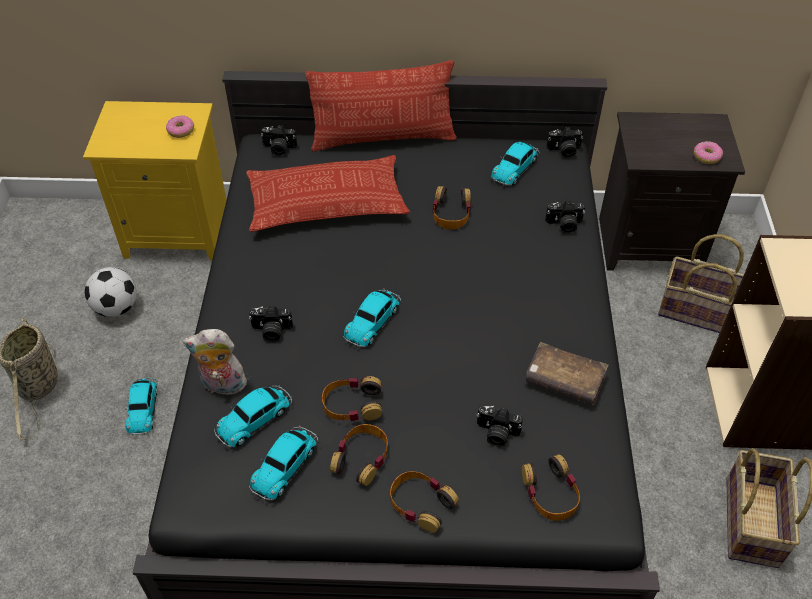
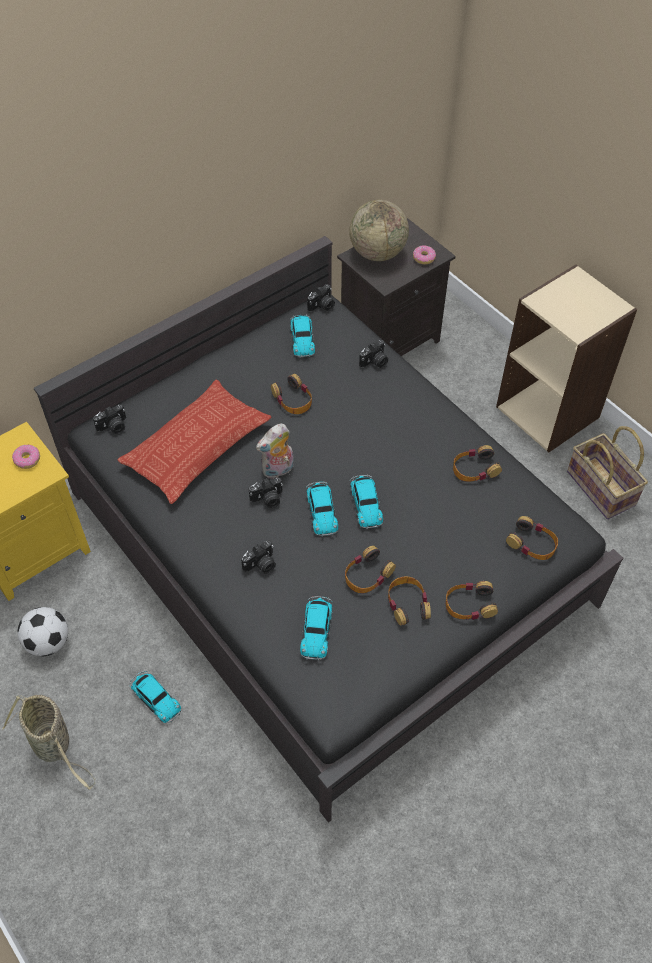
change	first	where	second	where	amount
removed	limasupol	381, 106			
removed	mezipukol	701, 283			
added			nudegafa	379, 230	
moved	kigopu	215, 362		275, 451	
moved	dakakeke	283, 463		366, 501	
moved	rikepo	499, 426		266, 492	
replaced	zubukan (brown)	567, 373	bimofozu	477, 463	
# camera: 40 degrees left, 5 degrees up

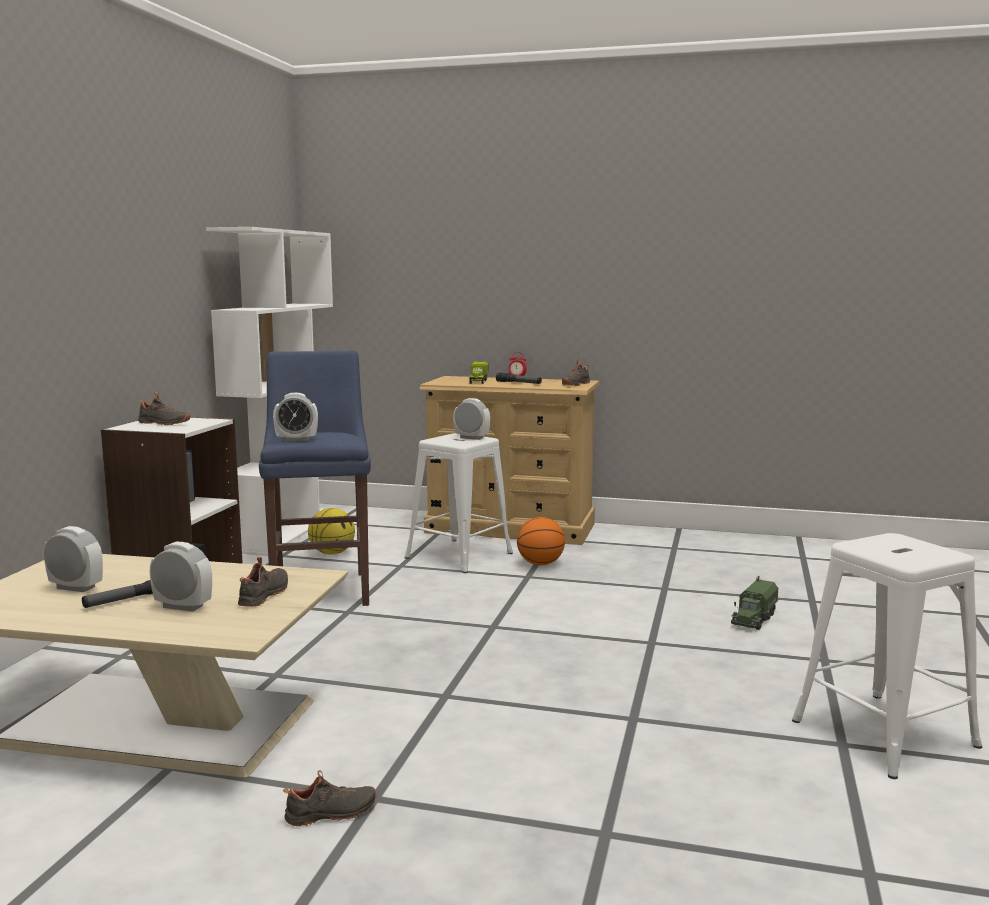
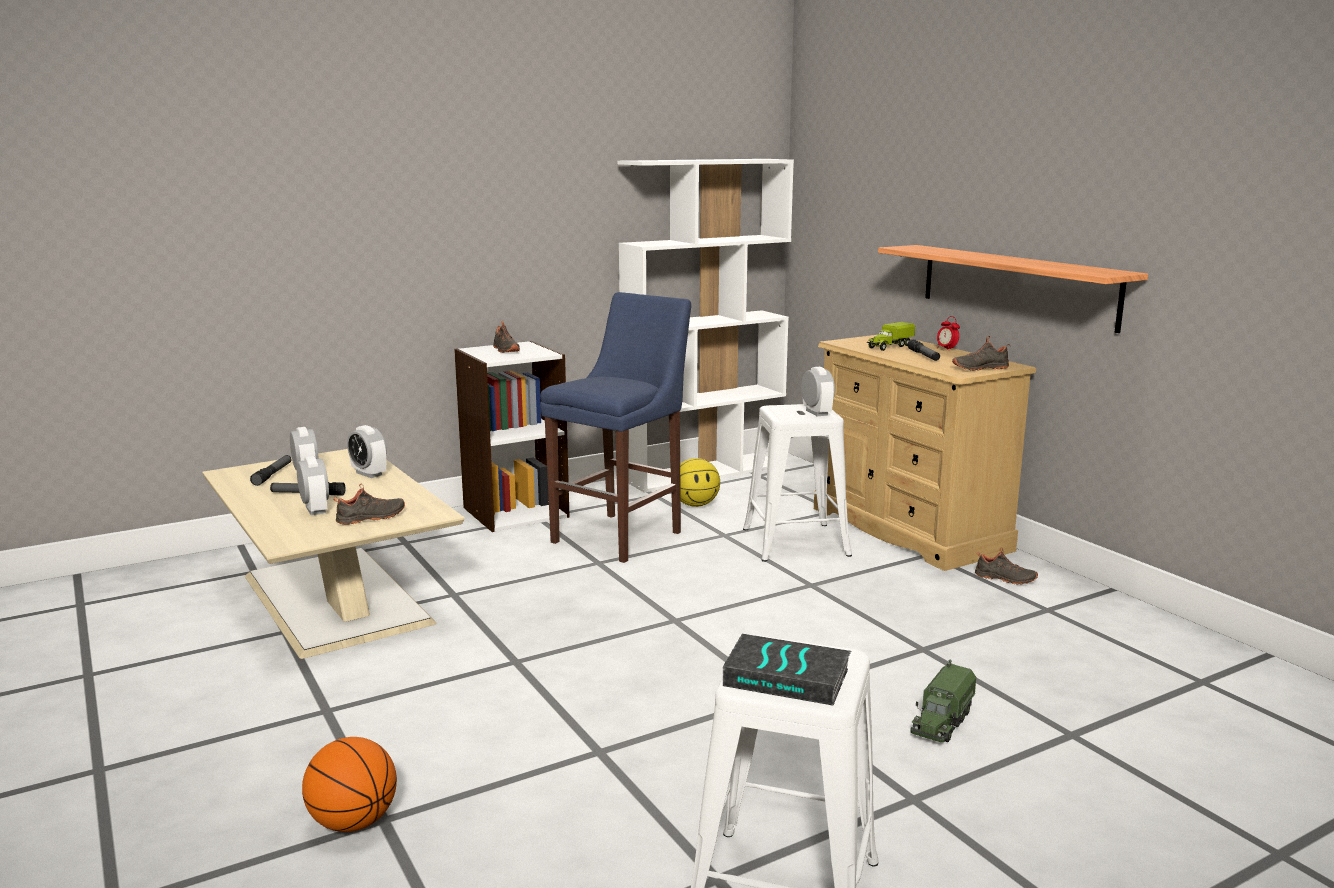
change	first	where	second	where	amount
added			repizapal	271, 470	
added			zubukan	787, 670	
added			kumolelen	1013, 289	
moved	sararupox	295, 417		367, 451	
moved	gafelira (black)	329, 798		1006, 566	
moved	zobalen	541, 541		349, 784	
turned	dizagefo	754, 603		943, 701	45 degrees counterclockwise
# camera: 45 degrees right, 5 degrees up

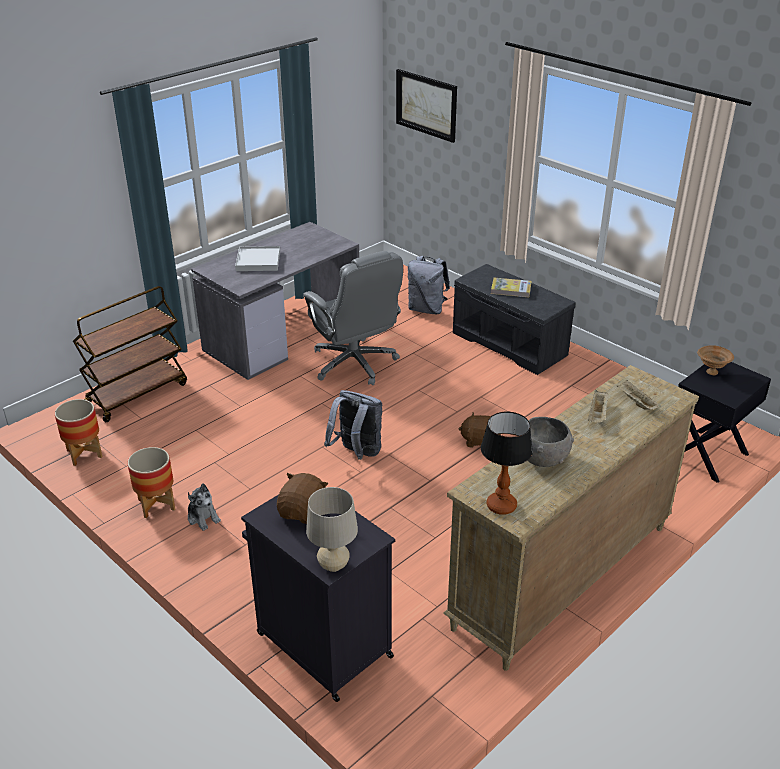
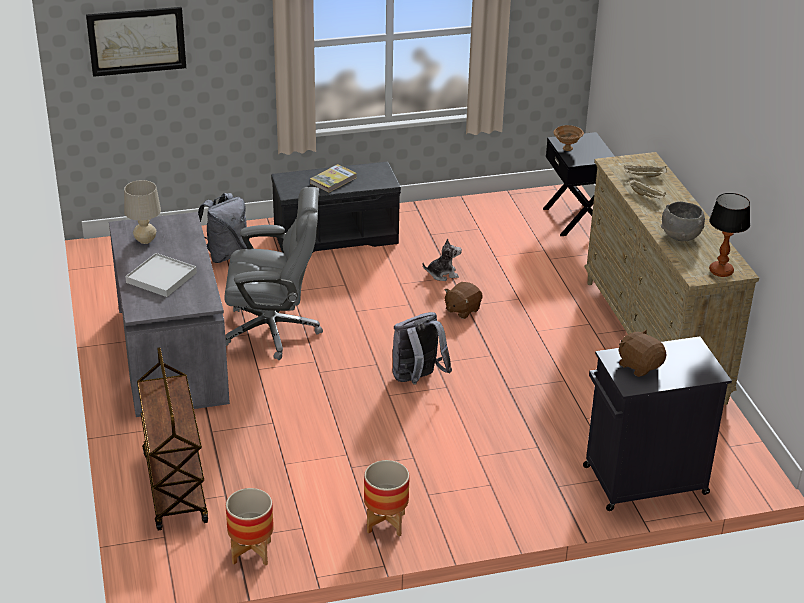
change	first	where	second	where	amount
moved	kigopu	204, 507		442, 259	
moved	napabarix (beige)	332, 529		142, 212	
# camera: 60 degrees left, 0 degrees up

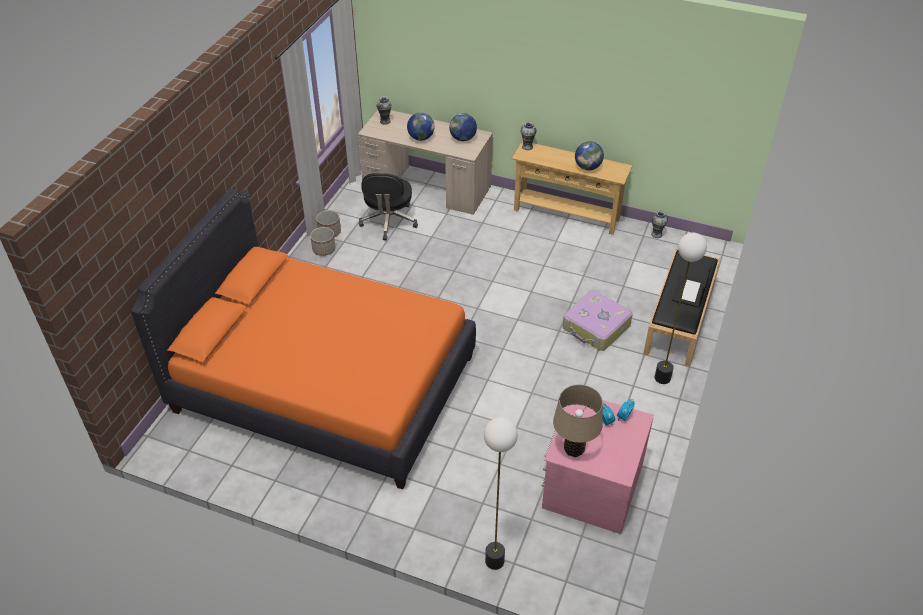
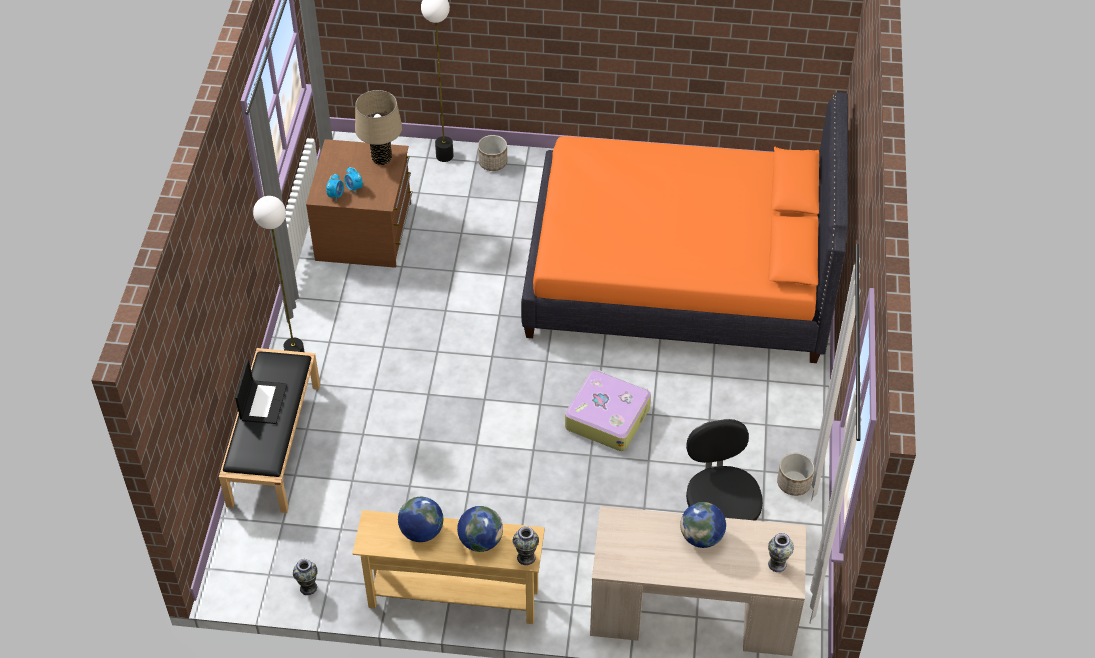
change	first	where	second	where	amount
moved	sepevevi	322, 241		492, 153	
moved	nudegafa	463, 127		480, 529	
moved	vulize	597, 321		608, 410	
recoloured	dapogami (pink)	598, 467	dapogami (brown)	359, 203	
# camera: 165 degrees right, 5 degrees up

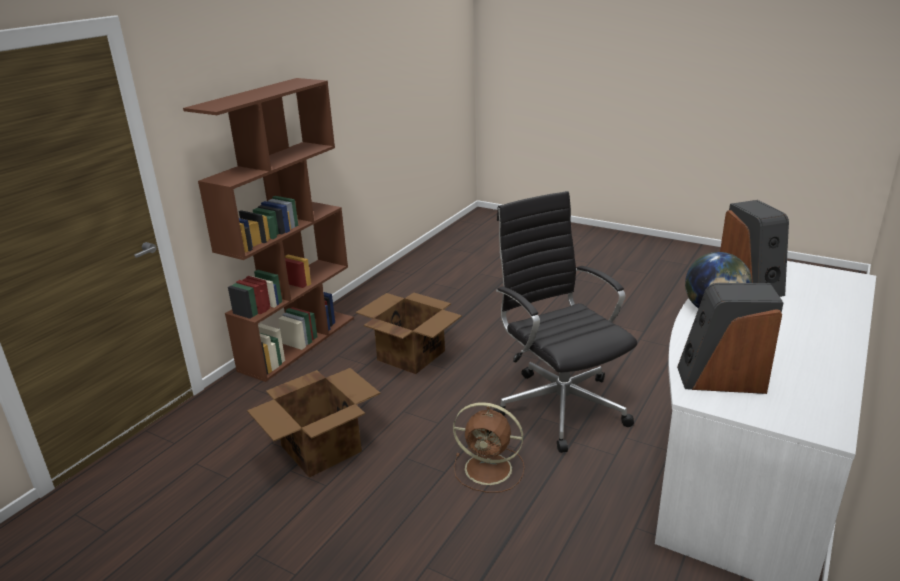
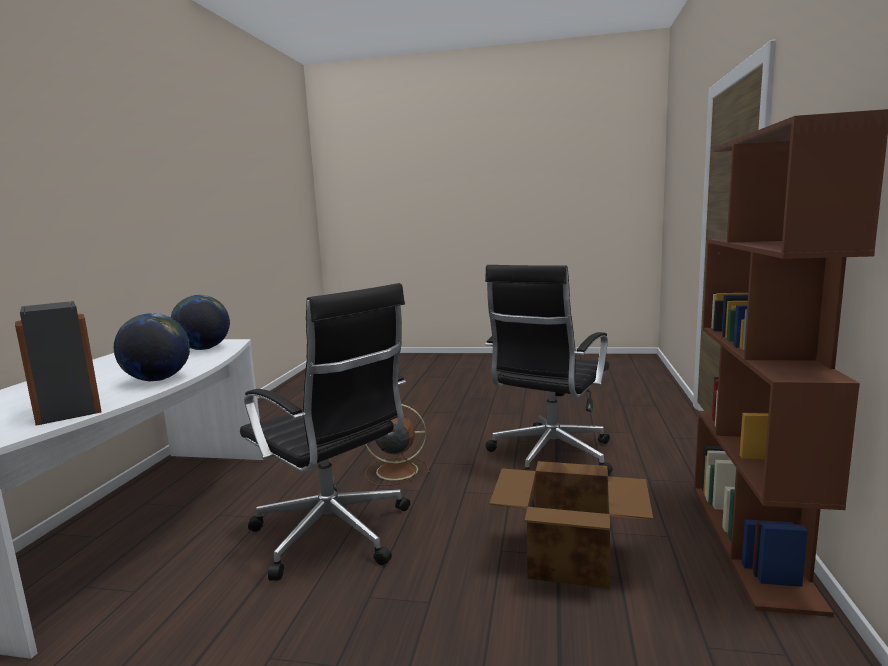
change	first	where	second	where	amount
replaced	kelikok	313, 422	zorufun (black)	549, 370	
replaced	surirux	730, 338	nudegafa	200, 322	
# camera: 160 degrees right, 15 degrees down

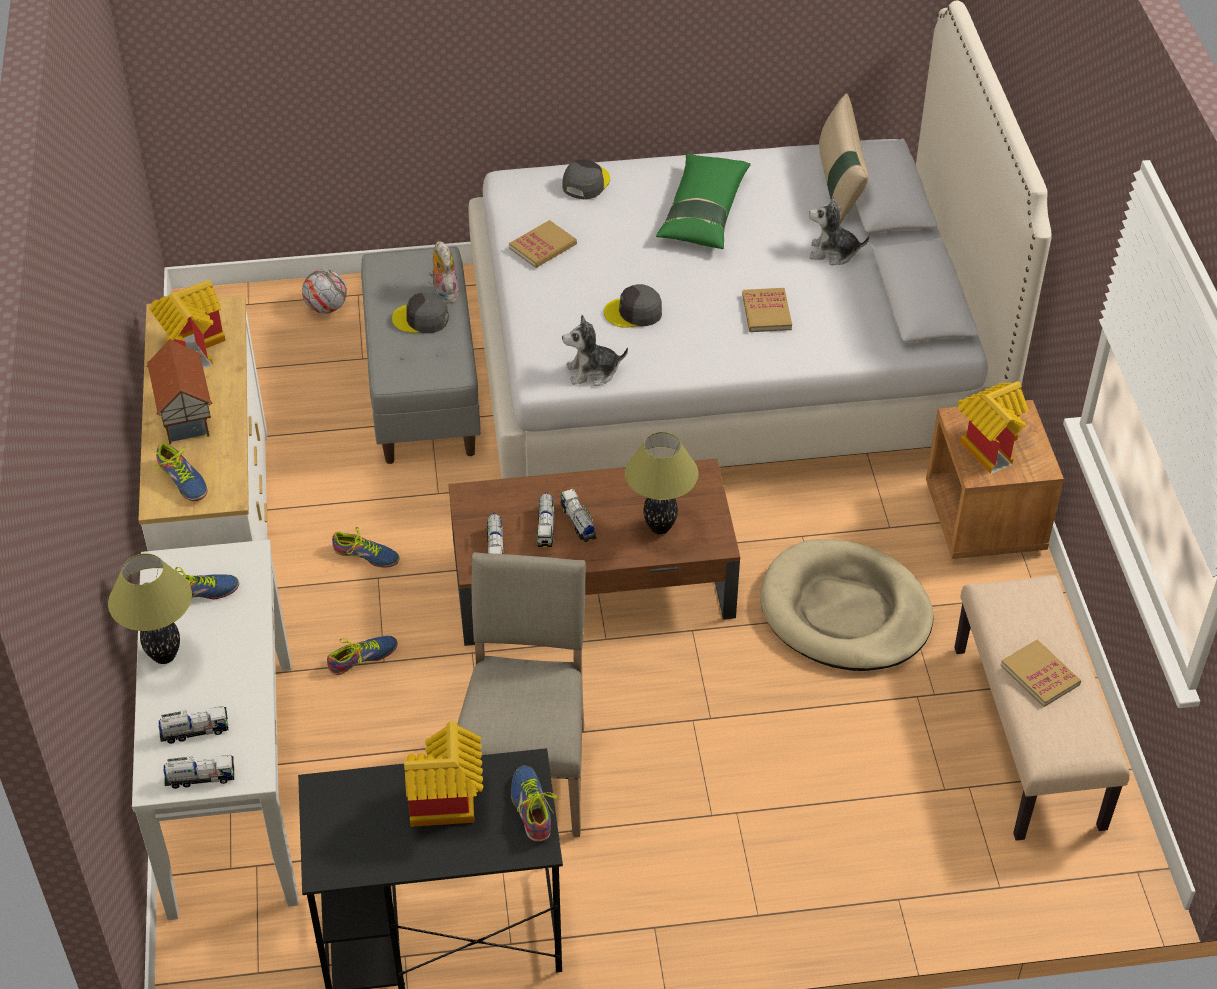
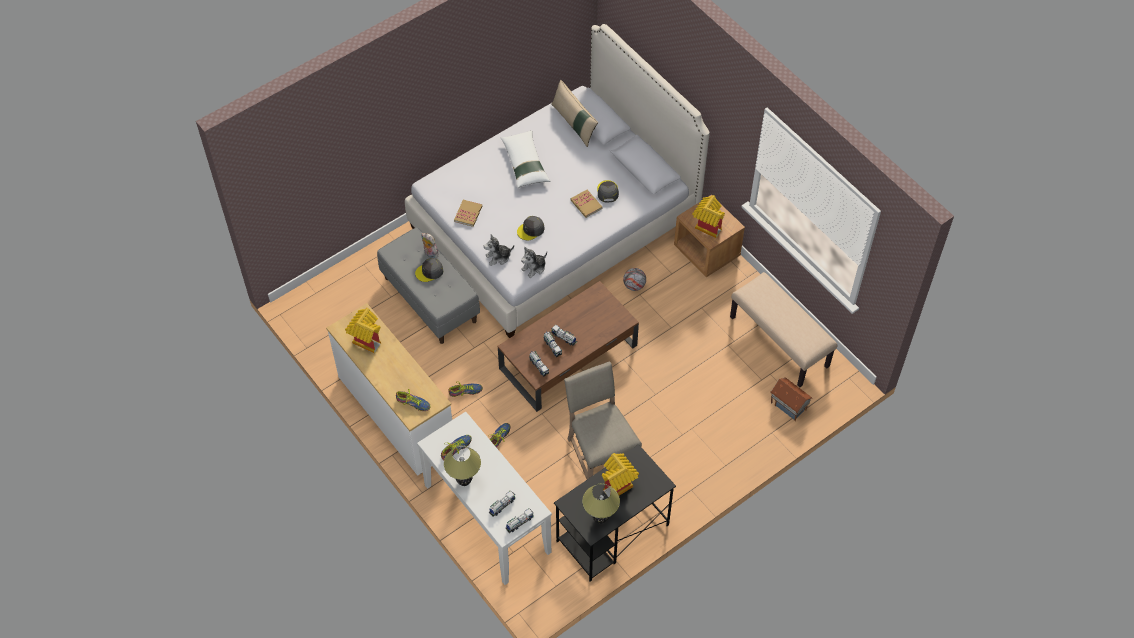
change	first	where	second	where	amount
removed	gafelira	535, 804			
removed	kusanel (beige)	847, 605			
removed	zubukan	1040, 673			
moved	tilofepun	179, 391		791, 399	
moved	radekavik	324, 291		634, 279	
moved	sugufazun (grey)	586, 180		608, 191	
moved	napabarix	661, 483		601, 503	
moved	kigopu	839, 230		499, 250	
recoloured	limasupol (green)	703, 201	limasupol (white)	526, 159	
# camera: 30 degrees left, 10 degrees up

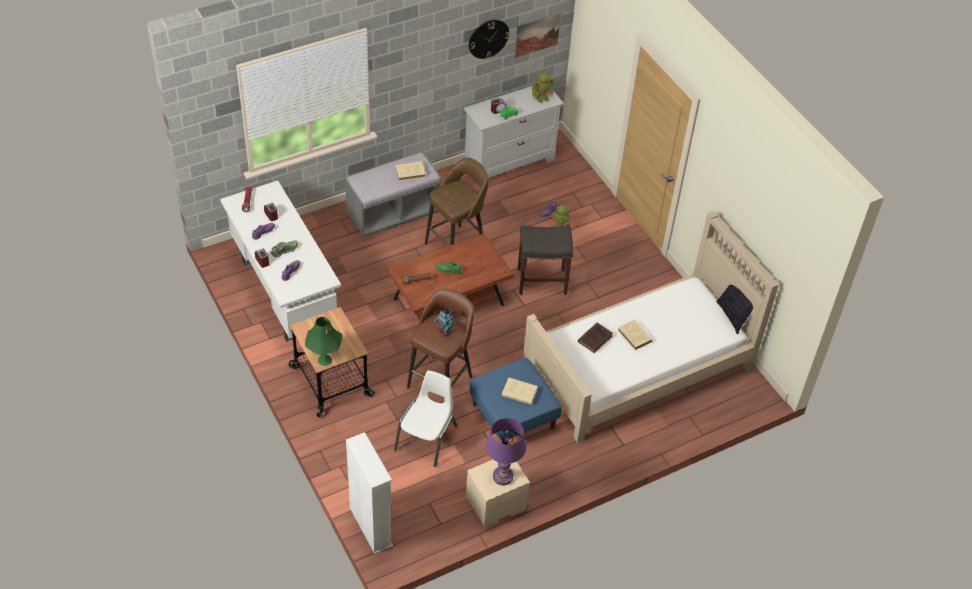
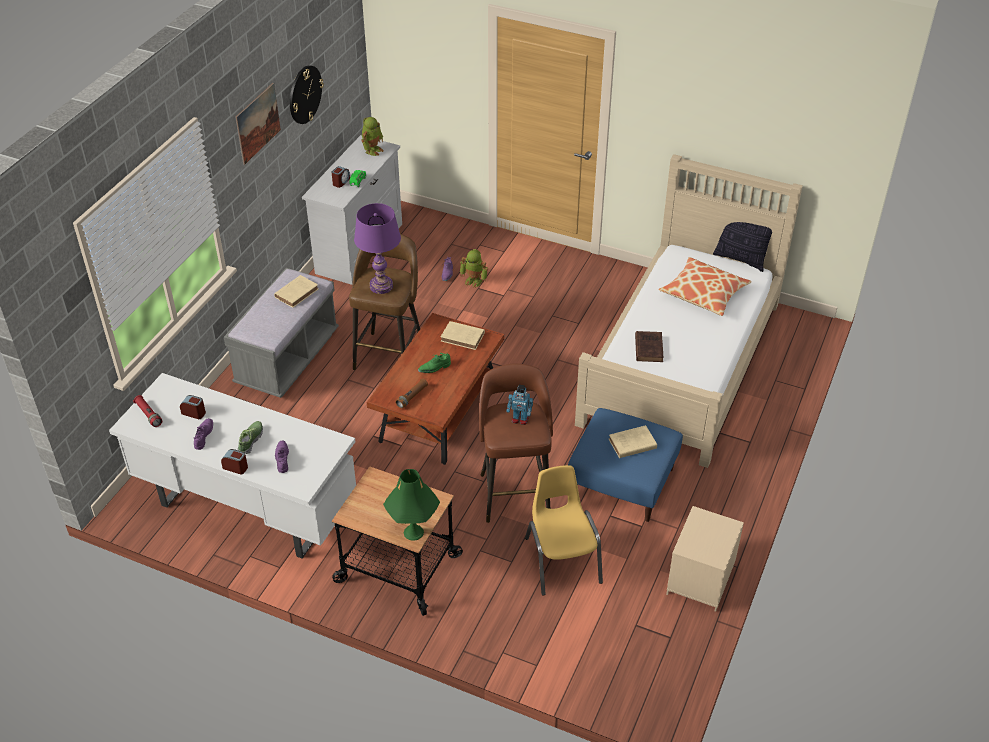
change	first	where	second	where	amount
removed	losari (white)	369, 493			
removed	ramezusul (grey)	545, 260			
added			limasupol	705, 286	
moved	napabarix (purple)	506, 451		377, 248	
moved	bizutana	538, 35		258, 124	
moved	zubukan (beige)	635, 335		463, 335	
recoloured	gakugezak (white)	425, 419	gakugezak (yellow)	564, 530	
# camera: 35 degrees left, 5 degrees down

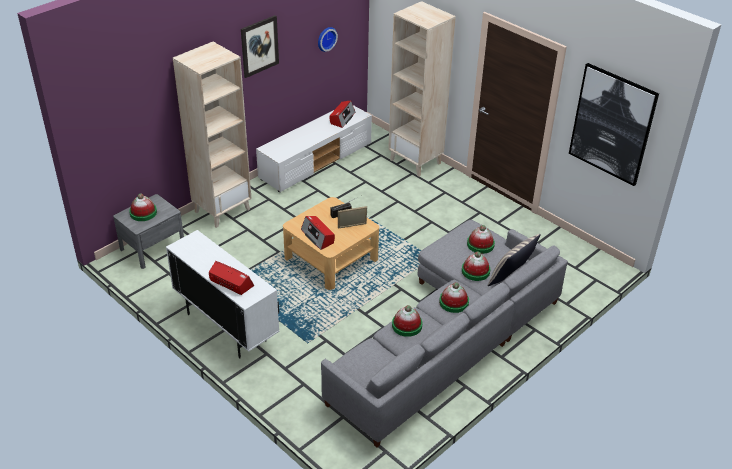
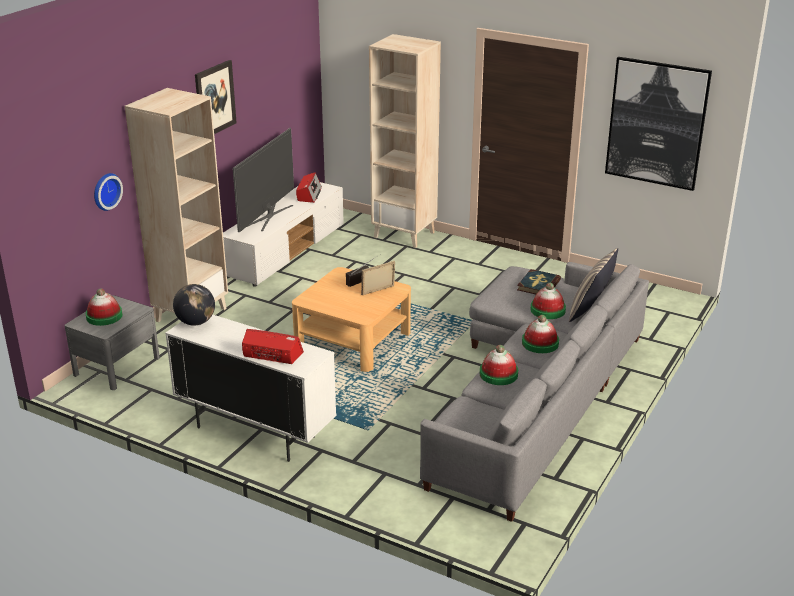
change	first	where	second	where	amount
removed	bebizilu	318, 233			
added			nudegafa	194, 305	
added			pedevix	263, 180	
moved	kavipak	328, 39		108, 192	
replaced	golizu	481, 239	zubukan	539, 281	
# camera: 15 degrees left, 10 degrees down

